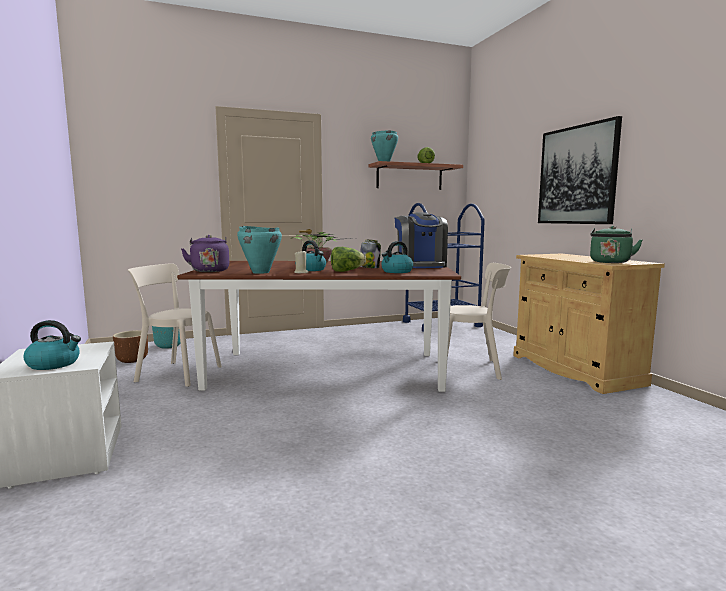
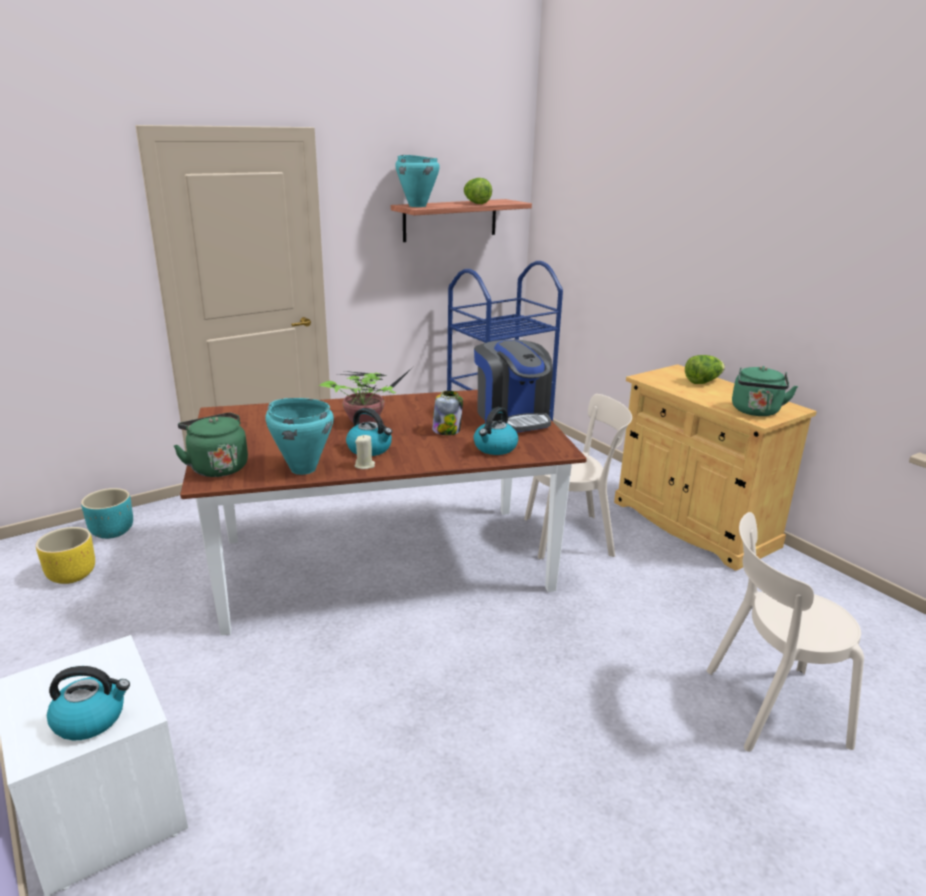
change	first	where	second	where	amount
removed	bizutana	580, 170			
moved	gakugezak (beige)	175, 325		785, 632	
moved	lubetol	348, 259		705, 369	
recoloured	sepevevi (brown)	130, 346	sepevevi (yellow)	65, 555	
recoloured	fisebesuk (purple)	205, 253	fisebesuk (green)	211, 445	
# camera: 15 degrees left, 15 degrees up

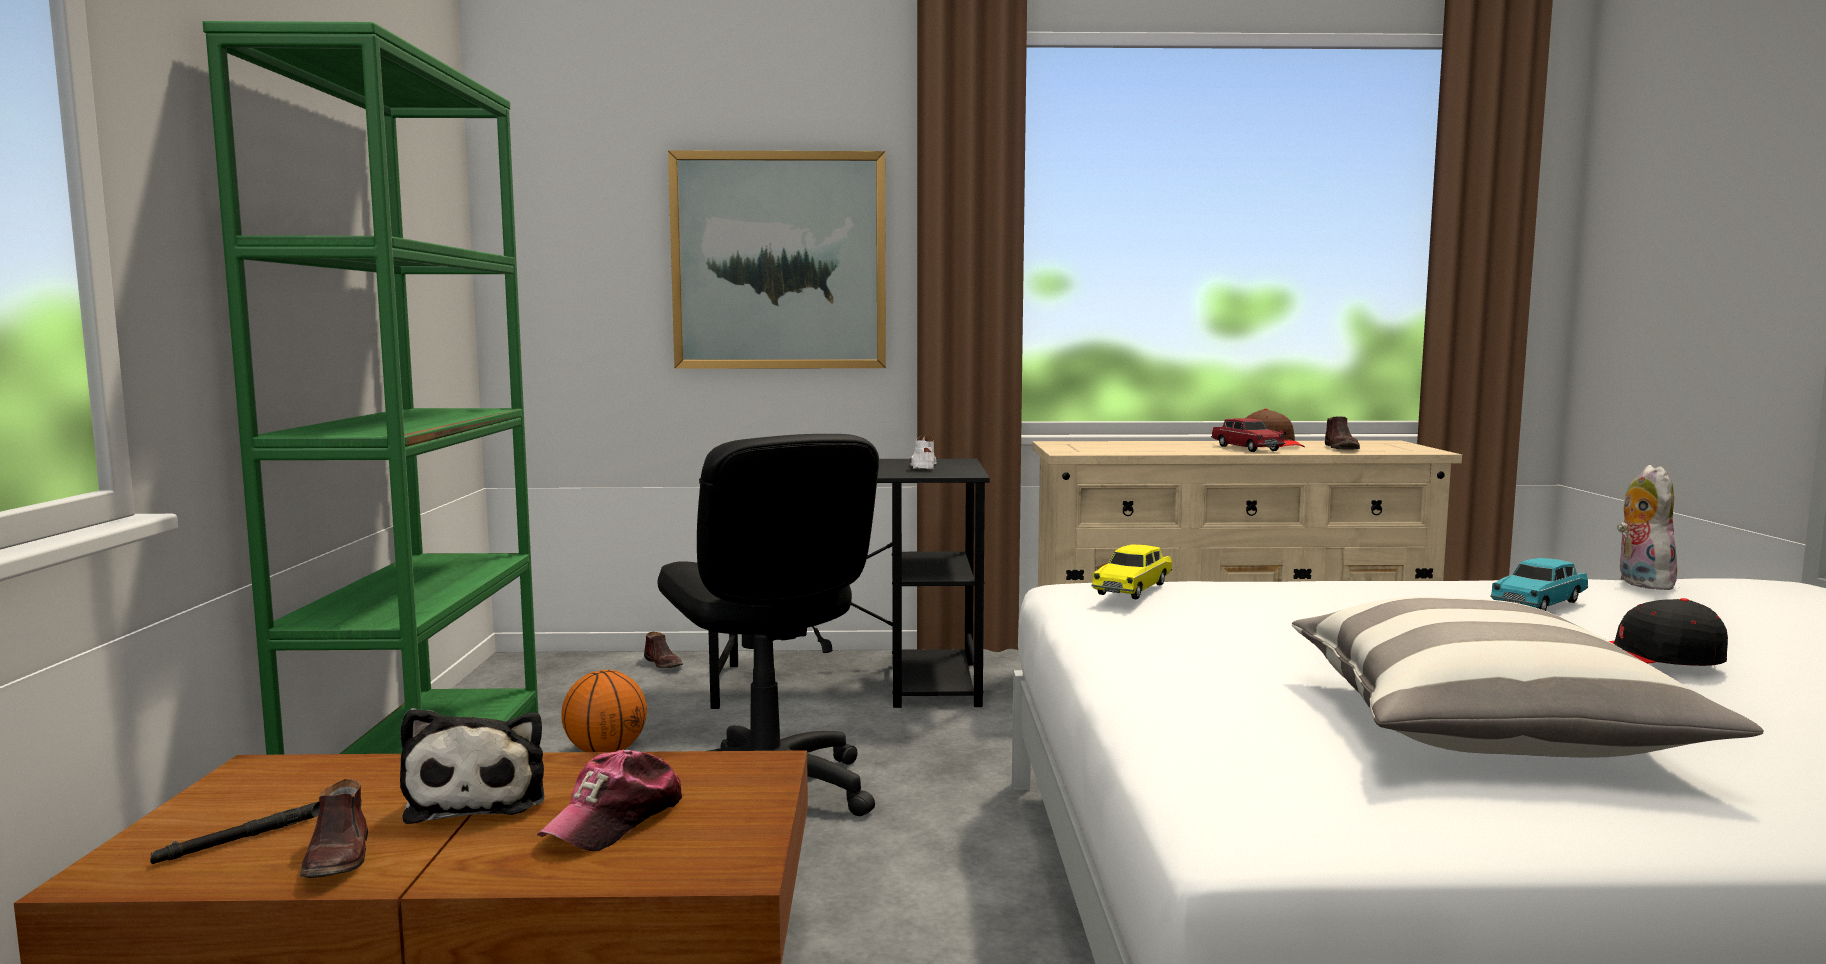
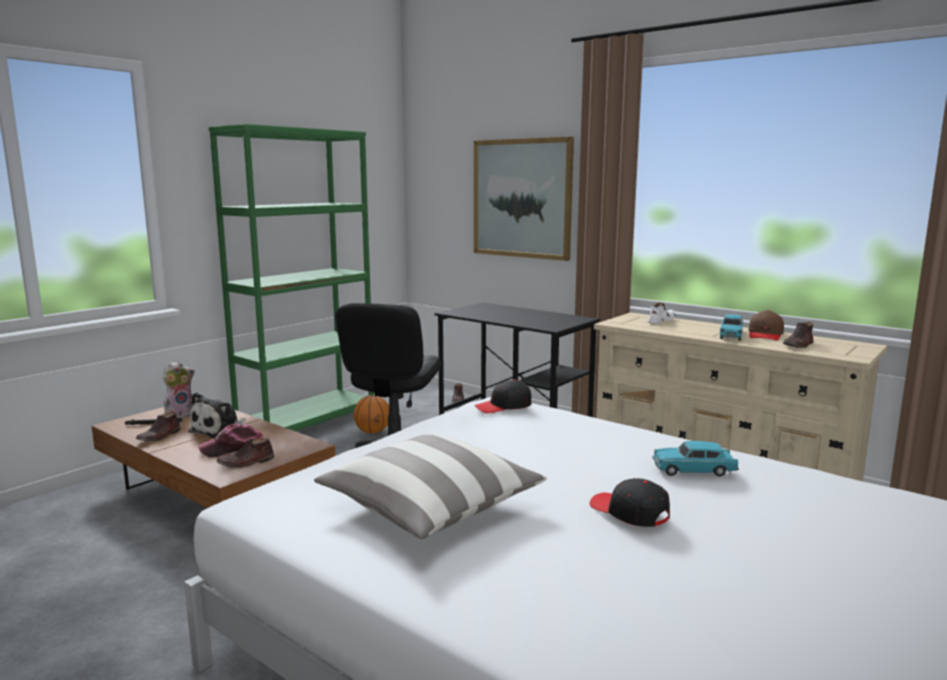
change	first	where	second	where	amount
added			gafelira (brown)	245, 453	
moved	gafelira (white)	923, 452		661, 313	
moved	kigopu	1647, 527		179, 389	
replaced	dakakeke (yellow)	1132, 572	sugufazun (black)	503, 396	
recoloured	dakakeke (red)	1248, 435	dakakeke (turquoise)	731, 327	
# camera: 40 degrees right, 5 degrees up

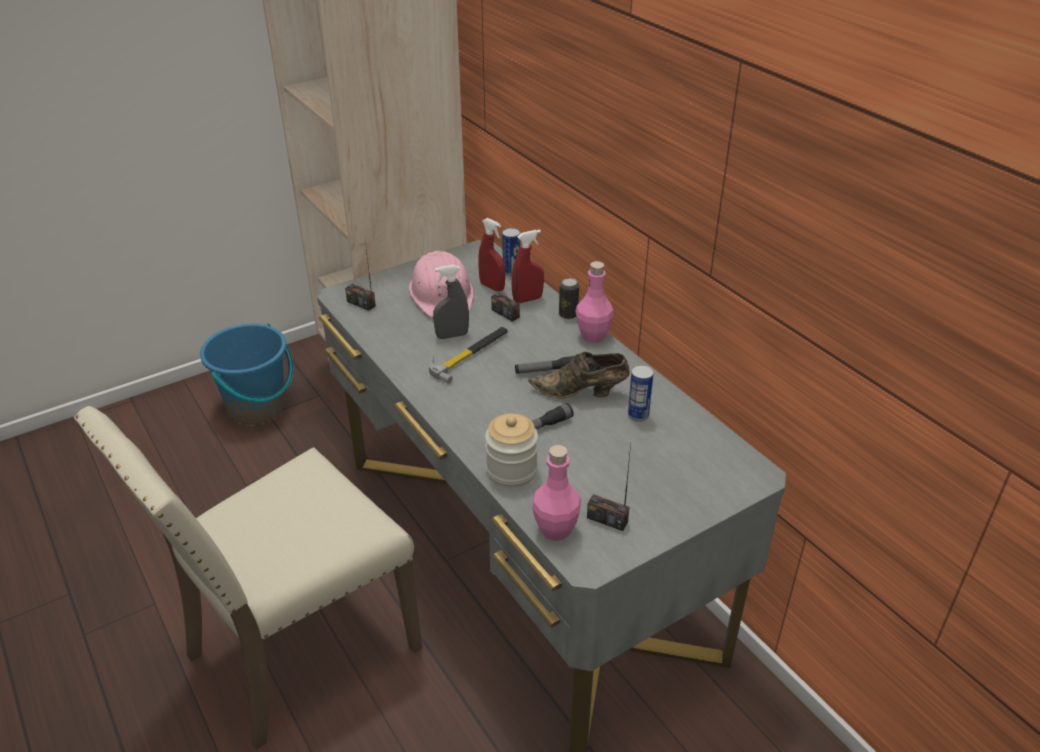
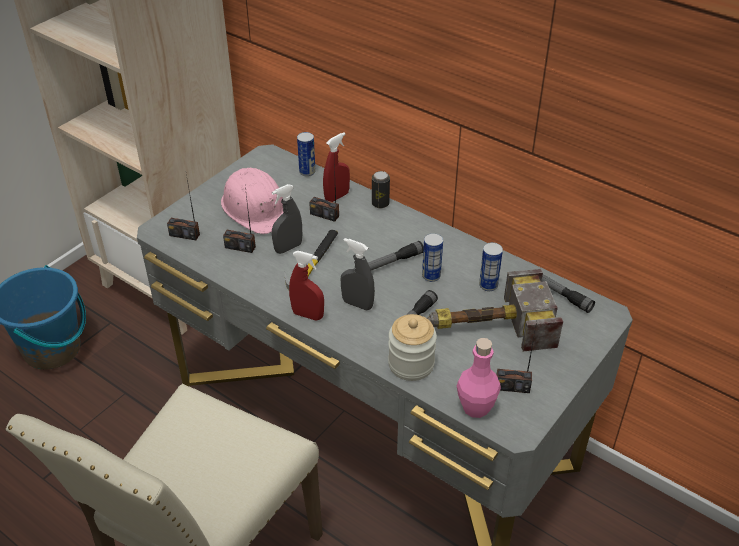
change	first	where	second	where	amount
removed	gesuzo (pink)	594, 302			
added			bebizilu	239, 220	
added			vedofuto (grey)	358, 274	
added			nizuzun	495, 310	
added			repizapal	568, 293	
moved	vedofuto (red)	491, 255		306, 285	
replaced	gafelira (brown)	579, 375	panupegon	432, 257	
# camera: 20 degrees left, 5 degrees up

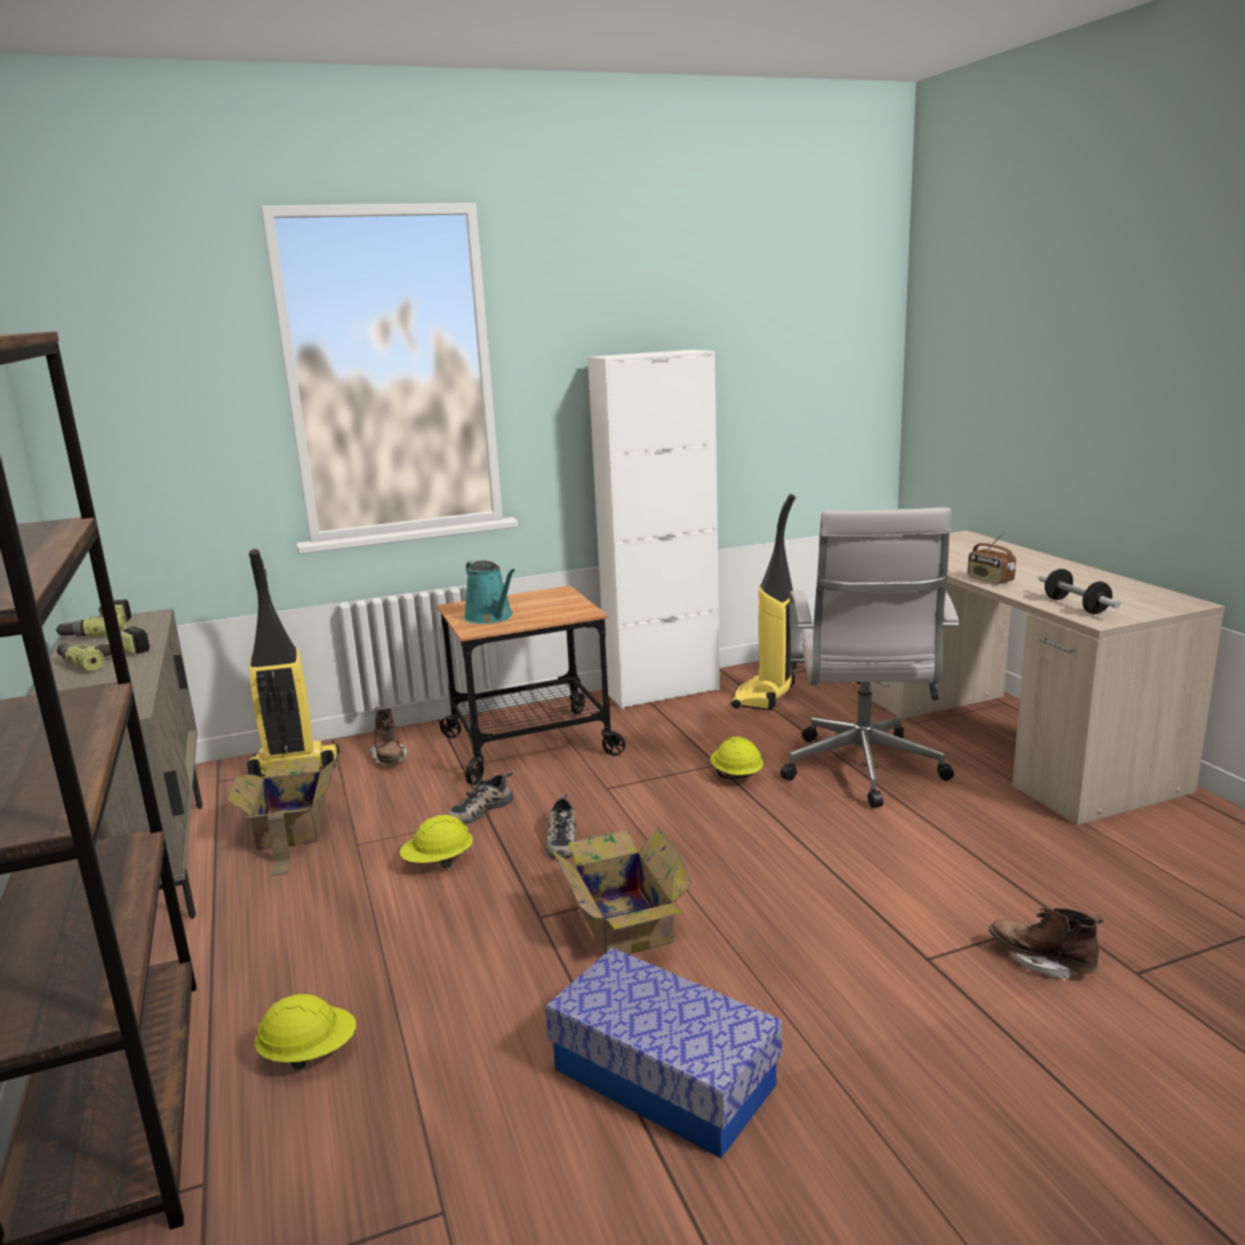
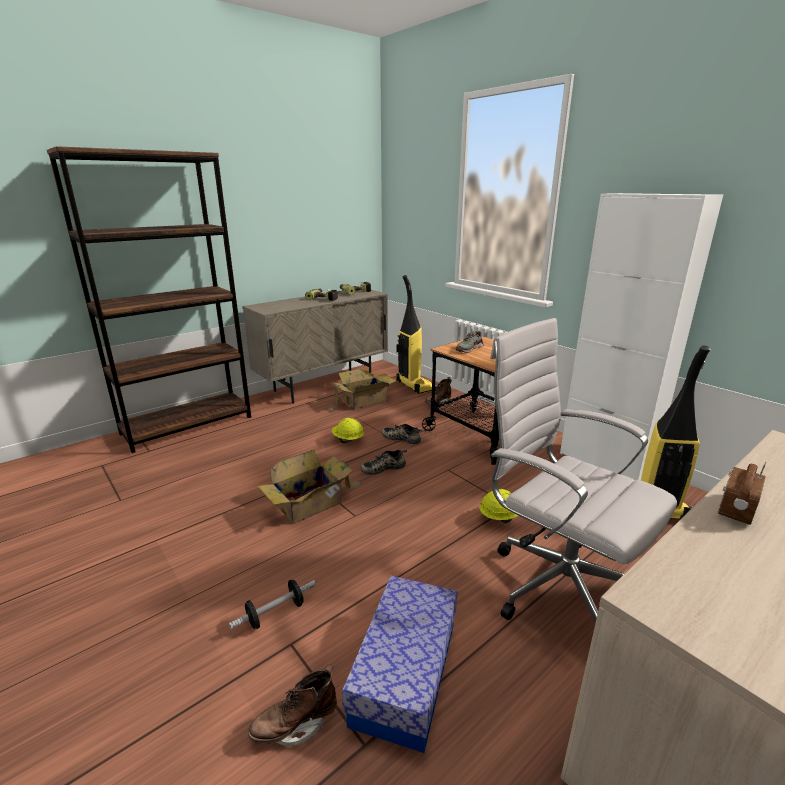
change	first	where	second	where	amount
removed	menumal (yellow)	305, 1032			
moved	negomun	663, 1053		400, 664	
moved	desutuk	1080, 591		272, 604	
replaced	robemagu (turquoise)	489, 592	gafelira (grey)	469, 342	
turned	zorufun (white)	869, 657		583, 470	60 degrees clockwise
turned	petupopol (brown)	1046, 944		292, 706	135 degrees counterclockwise
# camera: 70 degrees right, 5 degrees up

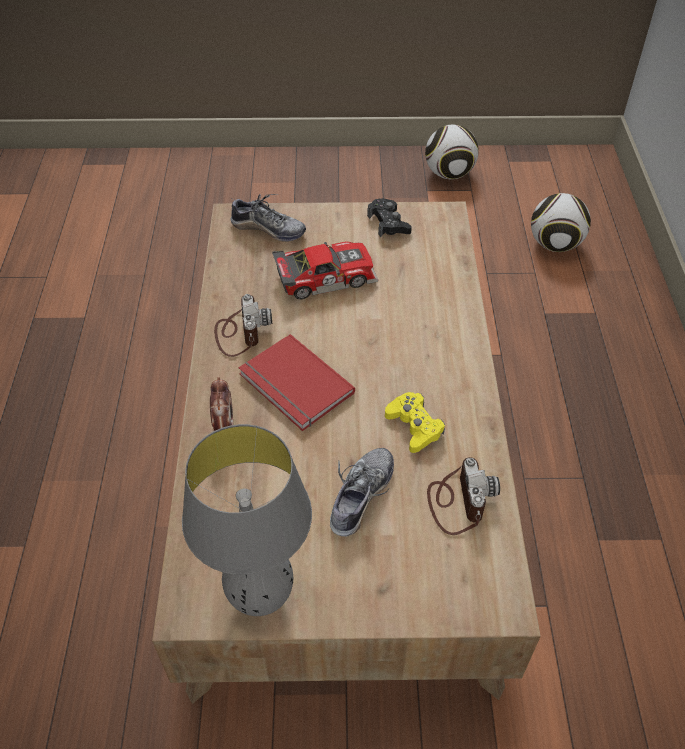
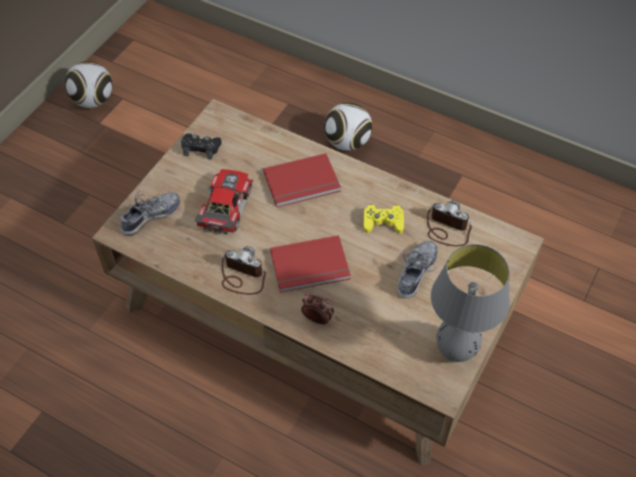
change	first	where	second	where	amount
added			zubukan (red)	302, 180	
moved	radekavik	561, 222		348, 126	
turned	gafelira	362, 492		418, 269	60 degrees clockwise
# camera: 60 degrees left, 5 degrees up

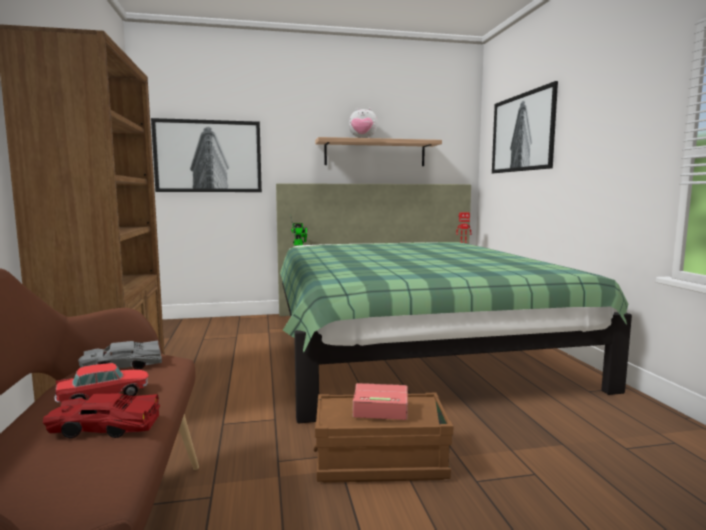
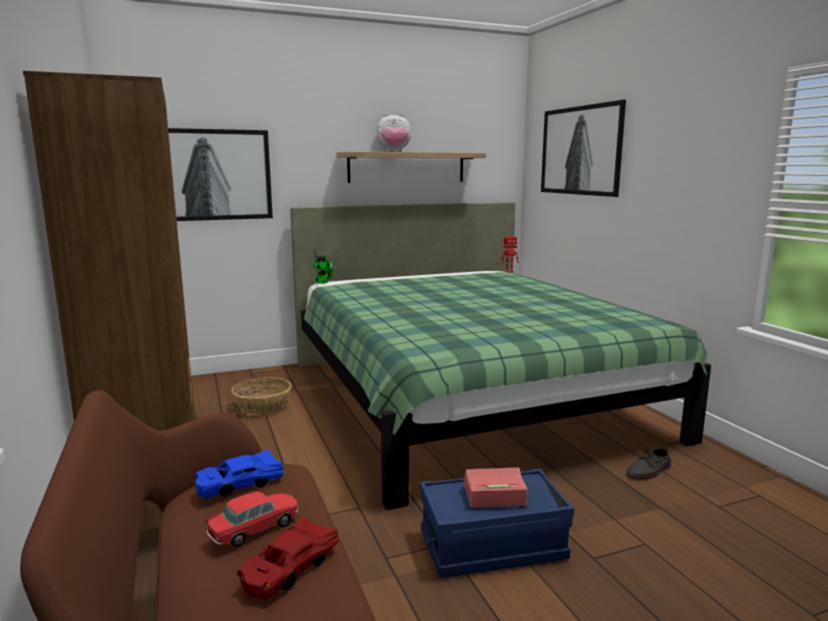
change	first	where	second	where	amount
added			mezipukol	261, 396	
added			gafelira (grey)	648, 464	
recoloured	dakakeke (grey)	120, 355	dakakeke (blue)	239, 474	
recoloured	negomun (brown)	383, 438	negomun (blue)	497, 523	
turned	dakakeke (red)	101, 415		288, 558	45 degrees counterclockwise
# camera: 10 degrees left, 5 degrees up

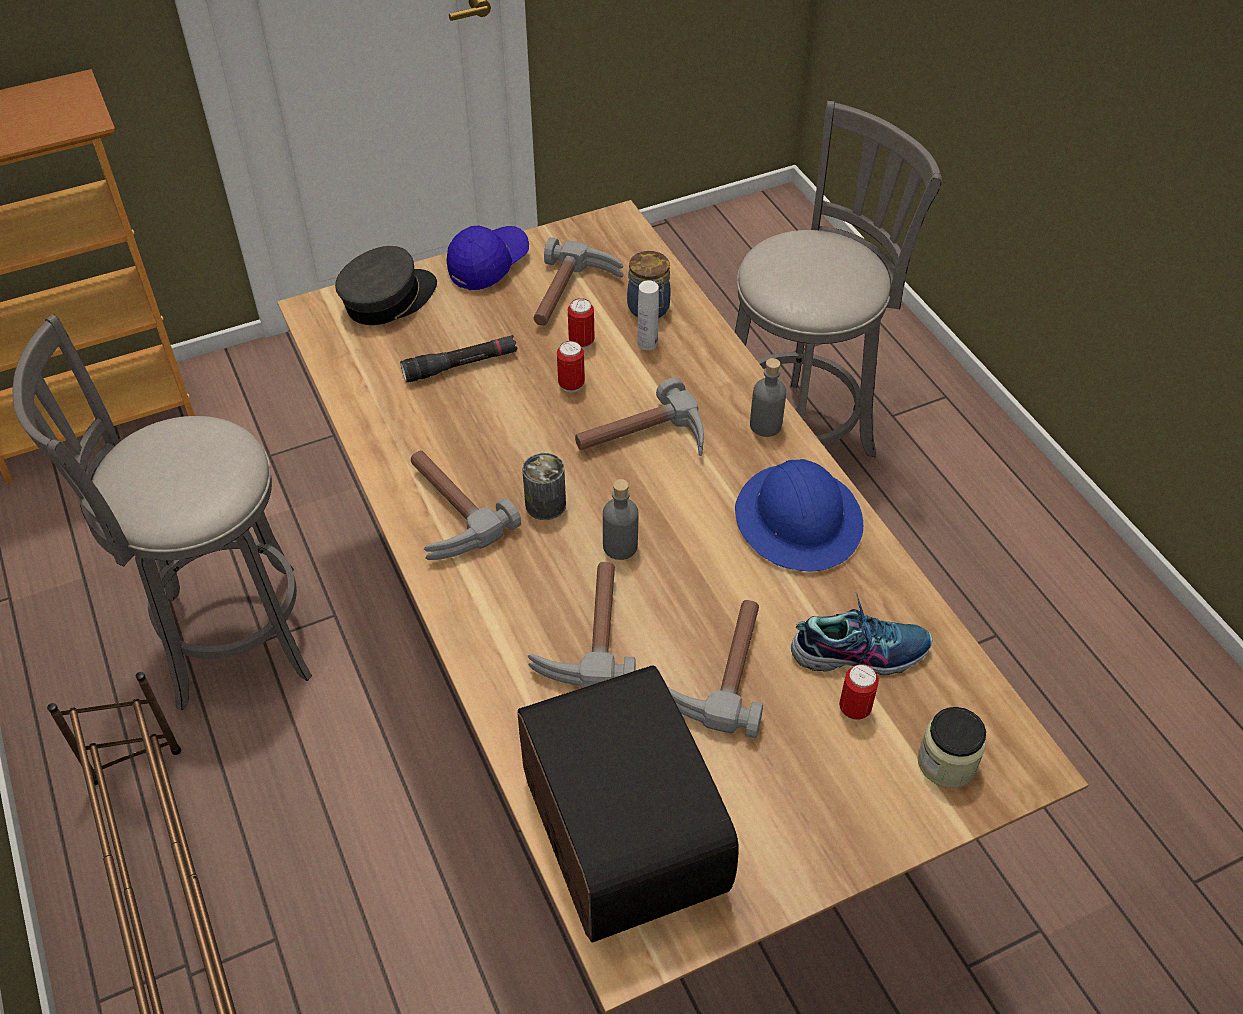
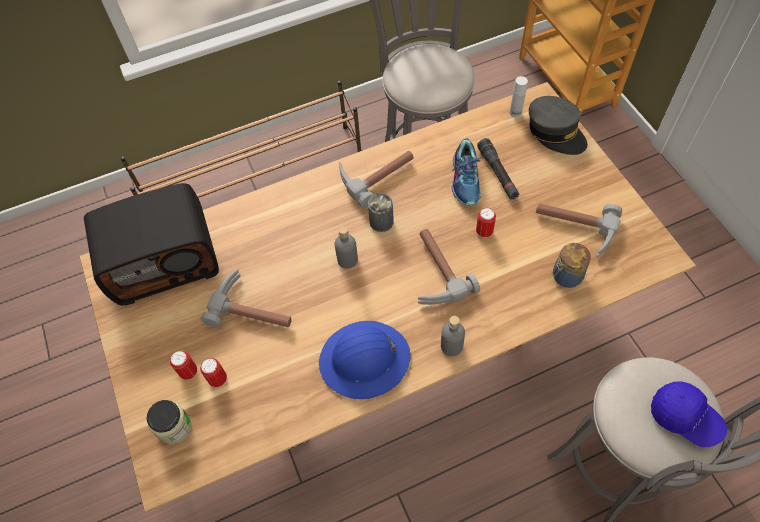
change	first	where	second	where	amount
removed	nizuzun	582, 625			
moved	sugufazun (blue)	487, 258		689, 414	
moved	panupegon	581, 323		183, 365	
moved	gesuzo (white)	648, 315		519, 96	
moved	gafelira	861, 634		468, 171	
# camera: 95 degrees right, 10 degrees up

